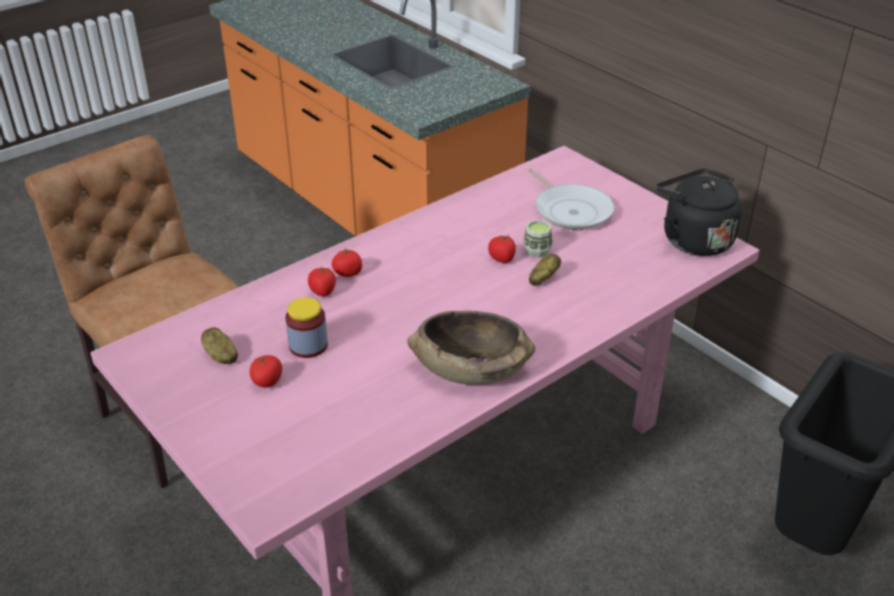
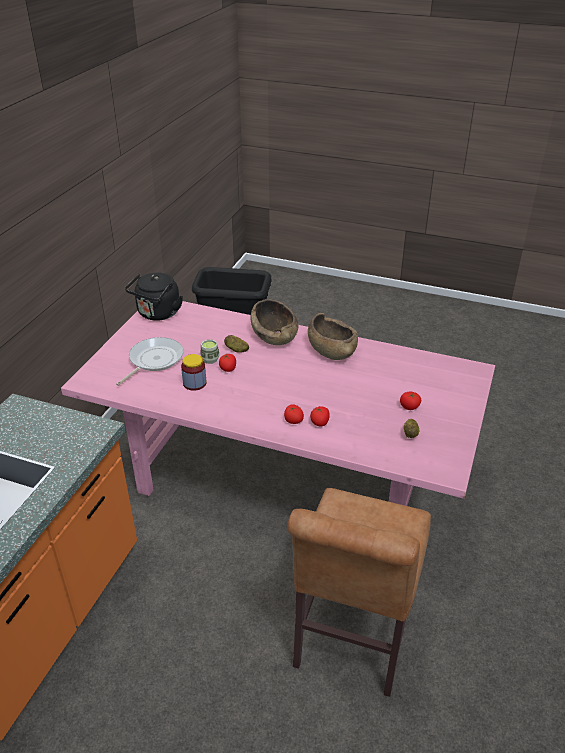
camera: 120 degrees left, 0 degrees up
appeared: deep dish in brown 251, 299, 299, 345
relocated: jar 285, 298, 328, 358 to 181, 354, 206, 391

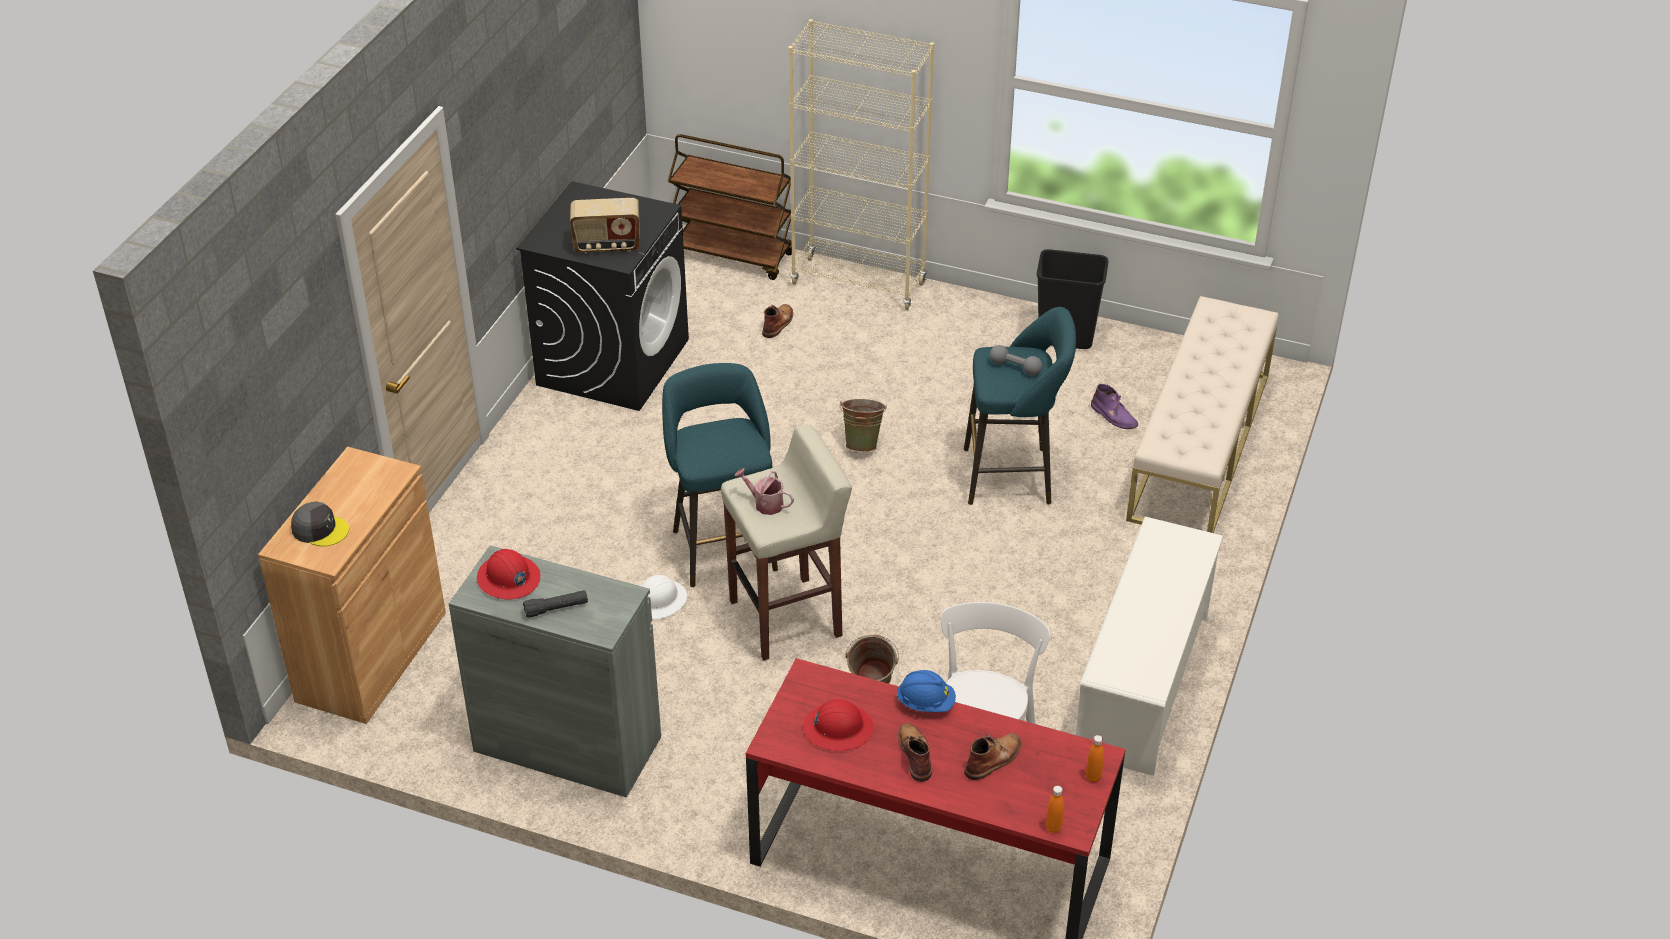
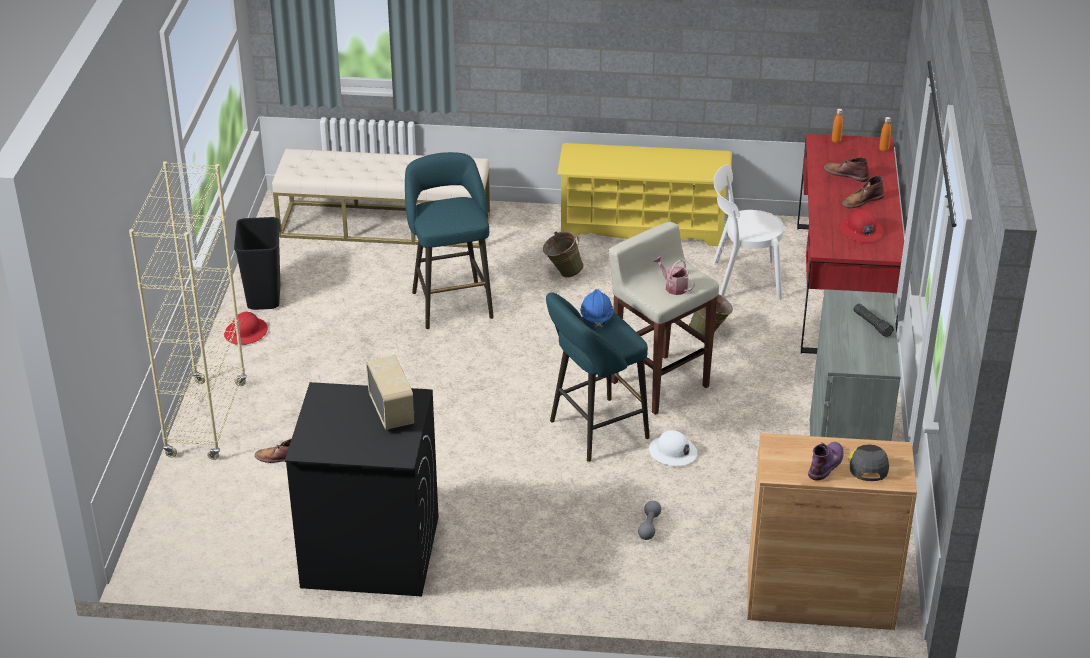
camera: 105 degrees left, 5 degrees down
missing: wheeled cart in brown 668, 134, 792, 280
relocated: work helmet in reddish 477, 549, 540, 599 to 224, 312, 268, 345; bucket in greenish 840, 399, 887, 452 to 543, 232, 584, 278; work helmet in blue 896, 670, 956, 712 to 580, 289, 614, 329; dumbbell in greyish 990, 345, 1042, 375 to 638, 501, 661, 540; high-top boot in purplish 1091, 384, 1138, 429 to 808, 442, 844, 481
colour: shoe stand in whitish 1075, 517, 1224, 776 to shoe stand in yellow 557, 143, 732, 246
spun: watering pot 735, 468, 794, 515 = 653, 256, 695, 295 120 degrees clockwise

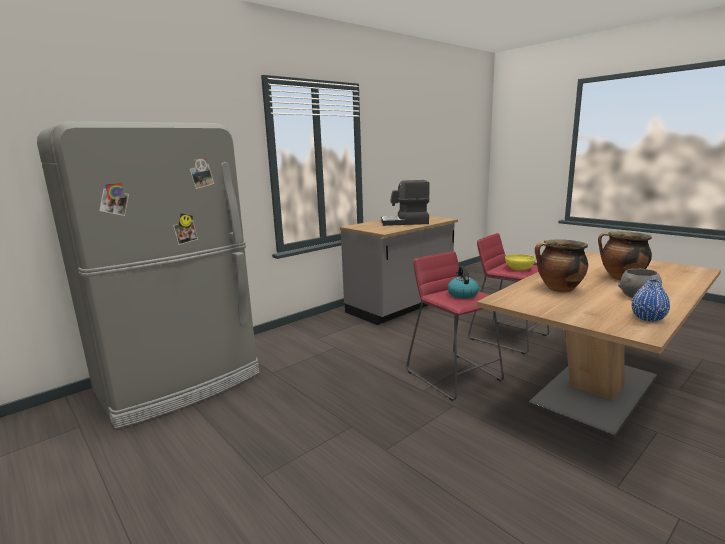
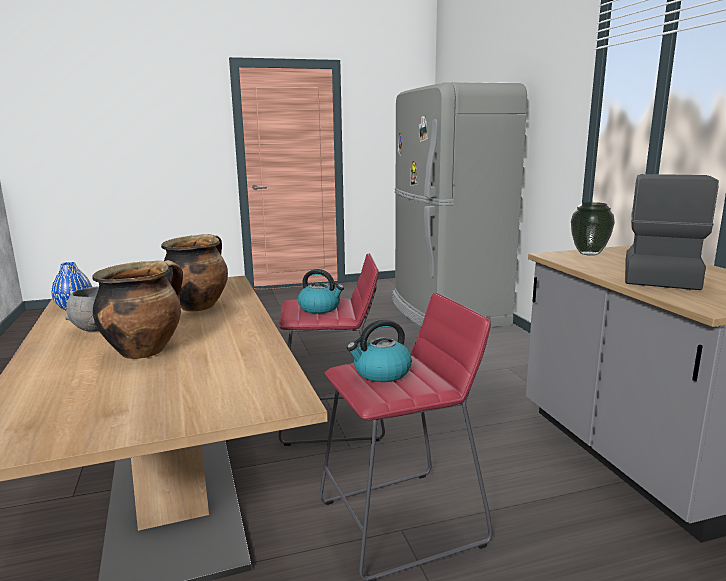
camera: 115 degrees right, 0 degrees up
appeared: flower vase 571, 202, 615, 256
exchanged: deep dish in yellow 505, 254, 536, 270 to water kettle 347, 319, 412, 382

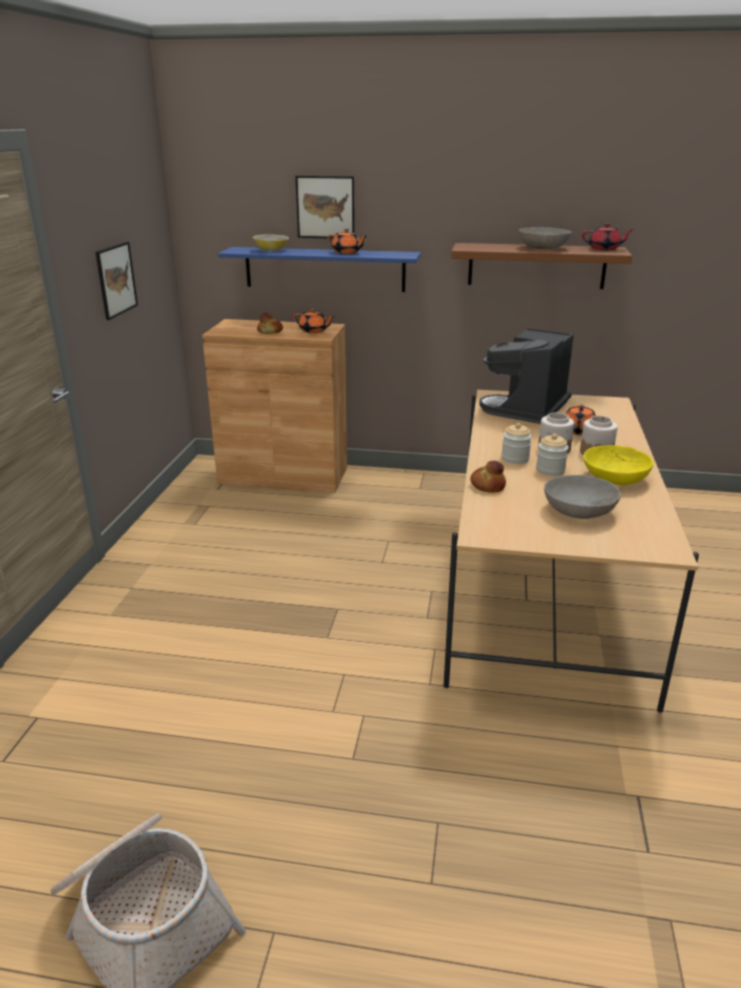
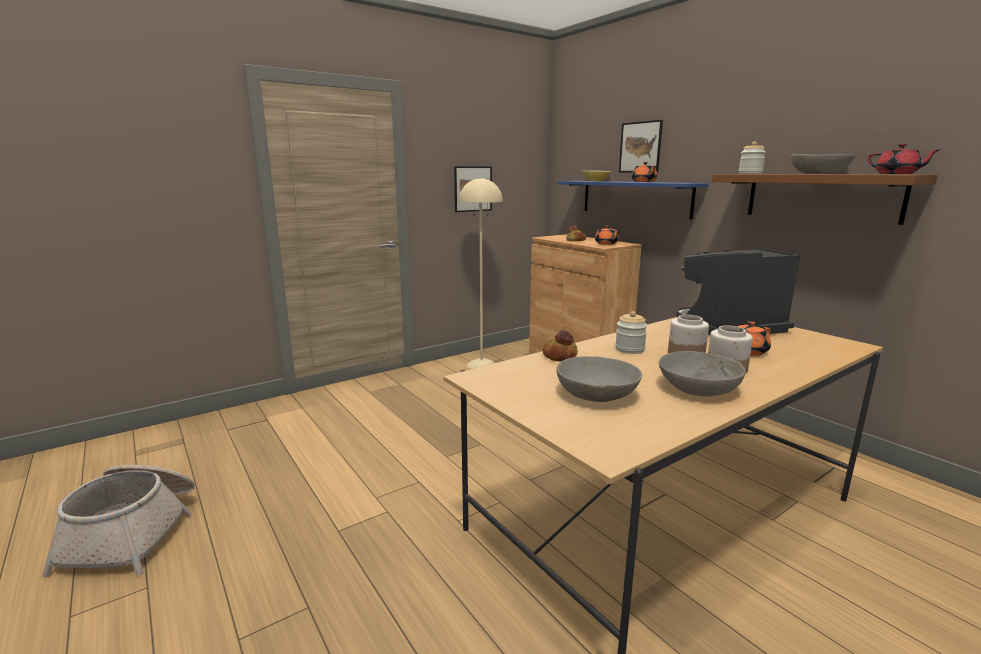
camera: 45 degrees right, 10 degrees down
appeared: floor lamp in beige 459, 177, 503, 369
relocated: jar 536, 434, 568, 476 to 739, 142, 766, 174
colour: deep dish in yellow 583, 445, 654, 485 to deep dish in greyish 659, 351, 746, 396

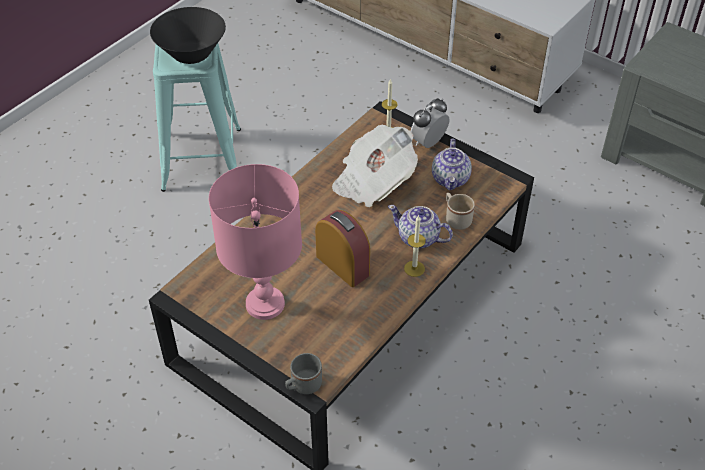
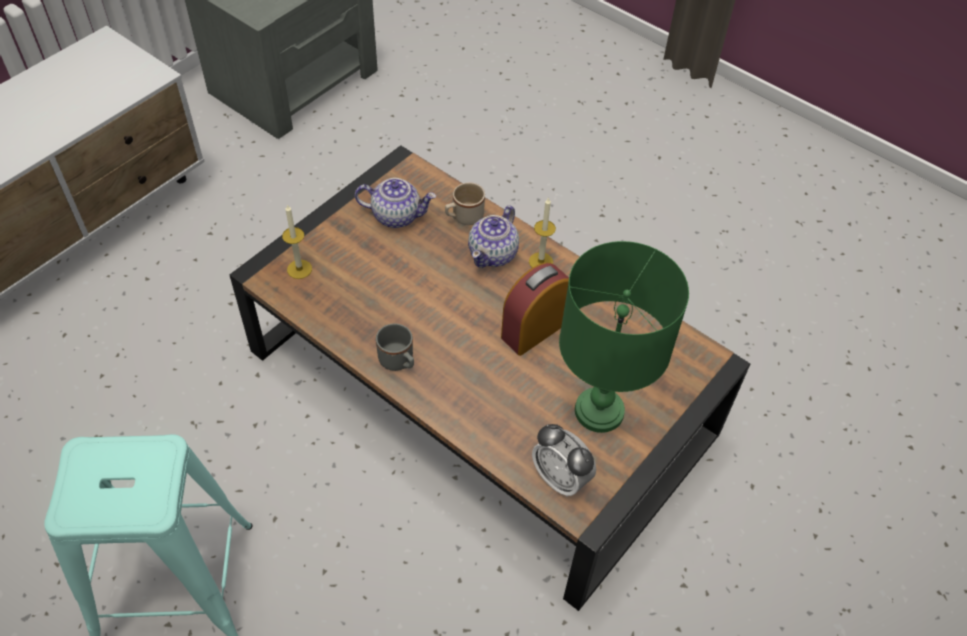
camera: 90 degrees left, 5 degrees up
missing: deep dish in black-coloured 150, 7, 226, 64; printed paper 332, 124, 418, 207
relocated: coffee mug in greyish 285, 353, 322, 394 to 376, 323, 414, 371; alarm clock 411, 98, 450, 148 to 532, 424, 596, 497
colour: lamp for a table in pink-coloured 209, 164, 302, 320 to lamp for a table in greenish 559, 241, 689, 433

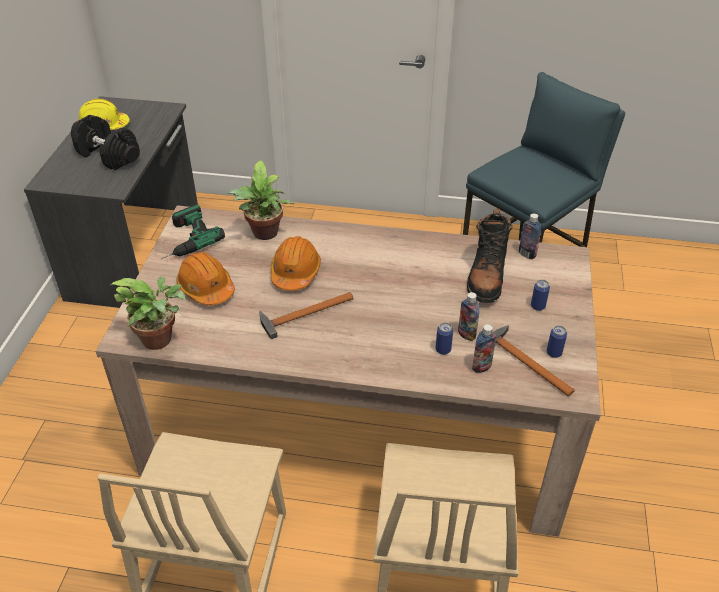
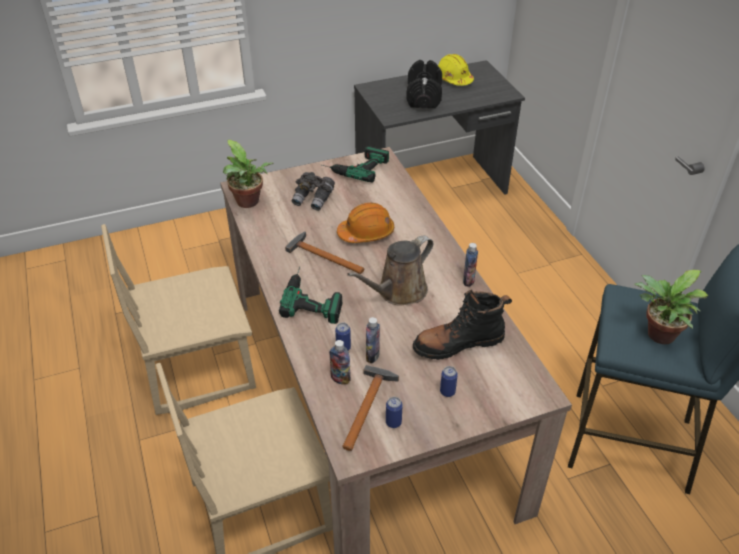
camera: 60 degrees right, 0 degrees up
appeared: power drill 279, 267, 342, 324; watering pot in brown 347, 235, 433, 306
relocated: beverage bottle 519, 213, 541, 259 to 463, 243, 478, 287; houseplant 228, 160, 294, 240 to 633, 270, 708, 344
exchanged: work helmet in orangey 176, 252, 235, 305 to binoculars in greyish 291, 172, 335, 211

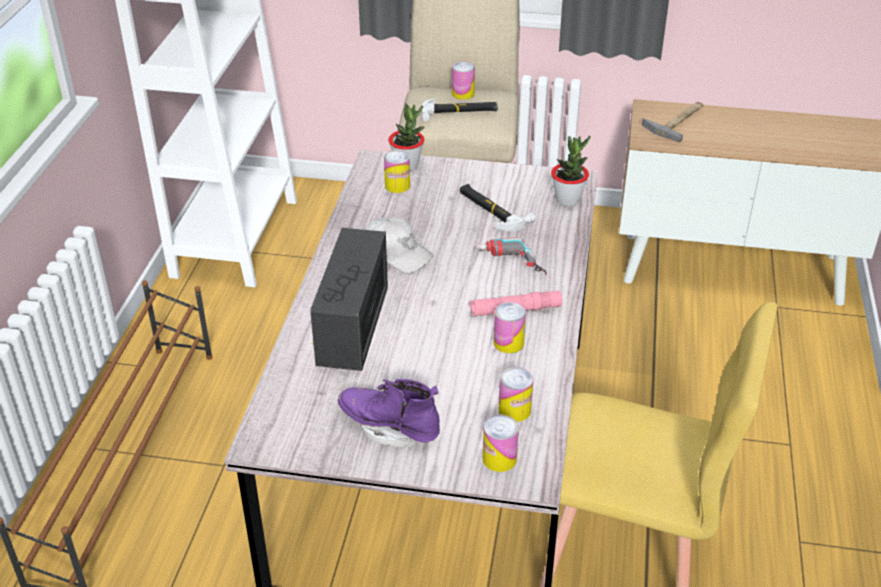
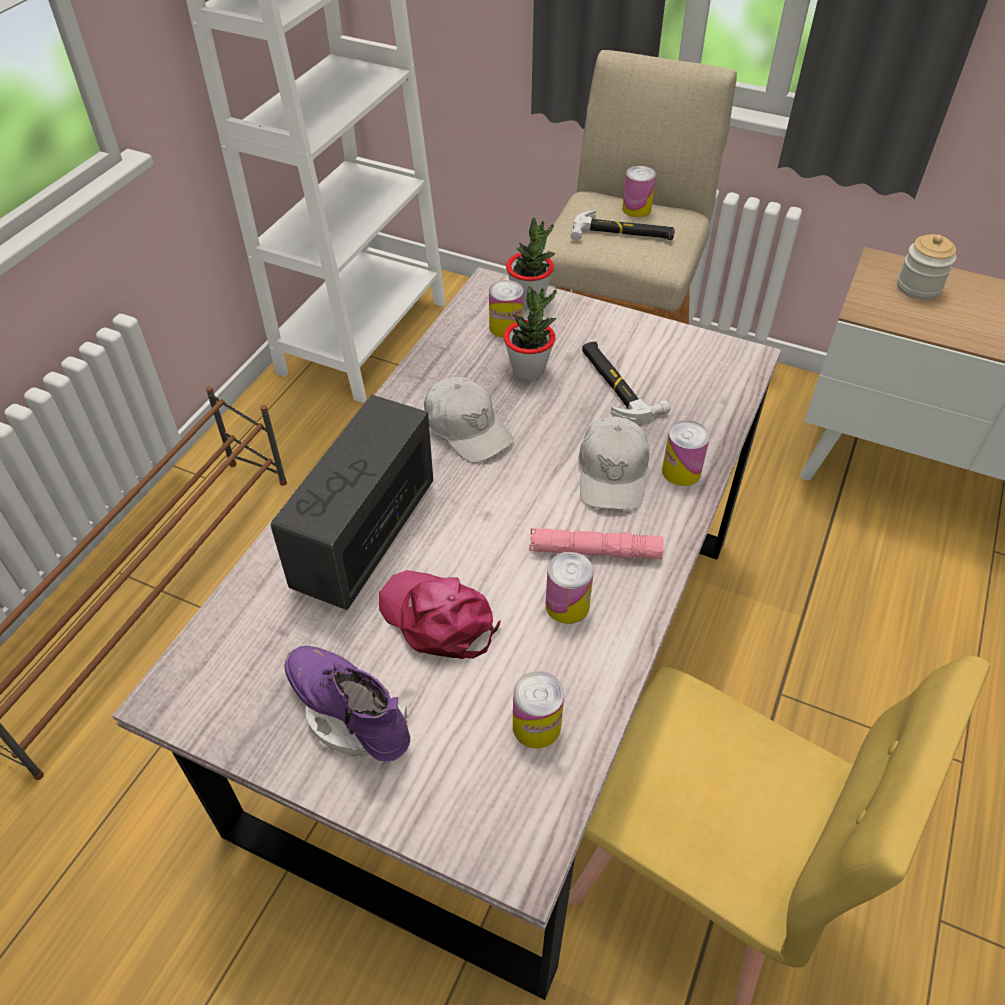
camera: 15 degrees right, 10 degrees up
appeared: baseball cap in pink-coloured 379, 570, 501, 659
relocated: houseplant 551, 136, 591, 206 to 503, 285, 557, 380; sealed can 483, 415, 519, 472 to 662, 421, 710, 486
exchanged: power drill 475, 237, 547, 275 to baseball cap in whitish 578, 417, 649, 510; hand hammer 642, 102, 703, 142 to jar 897, 234, 956, 300

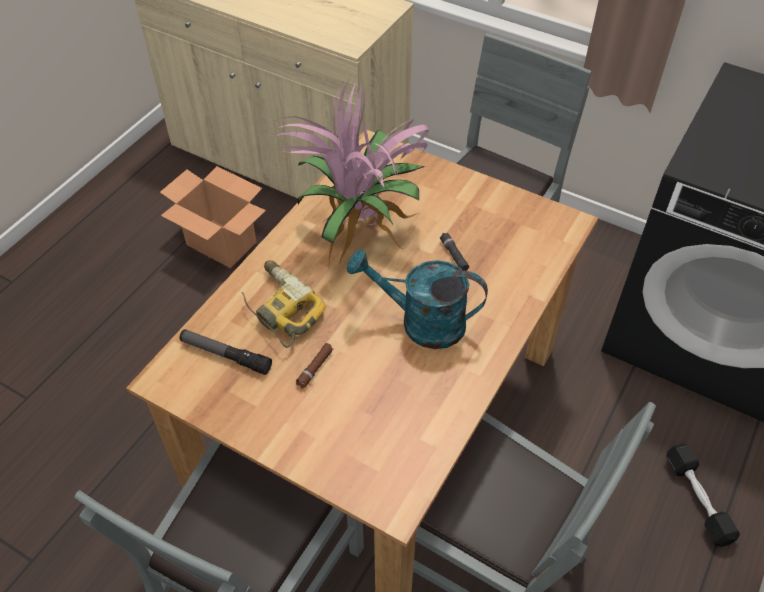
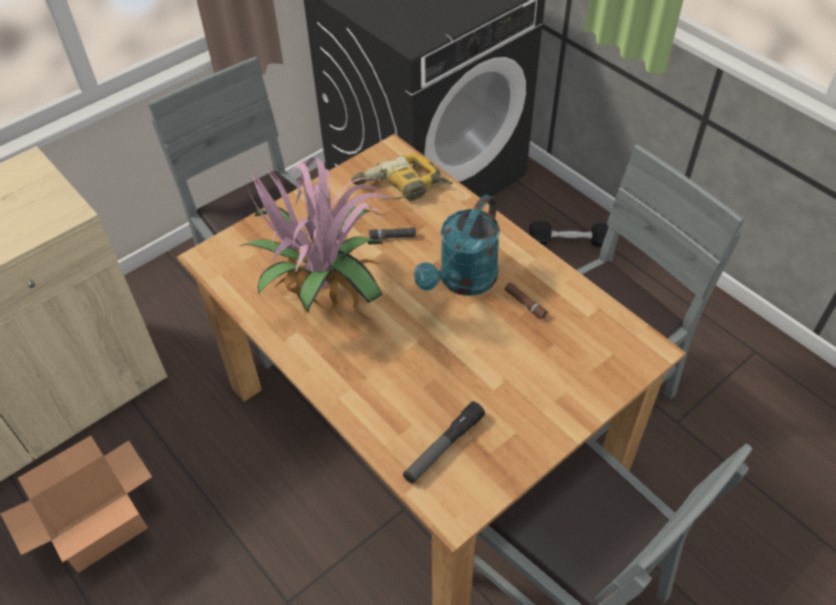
camera: 70 degrees left, 0 degrees up
relocated: power drill 242, 260, 326, 348 to 351, 154, 453, 201; flashlight in brown 296, 343, 334, 389 to 504, 282, 548, 320

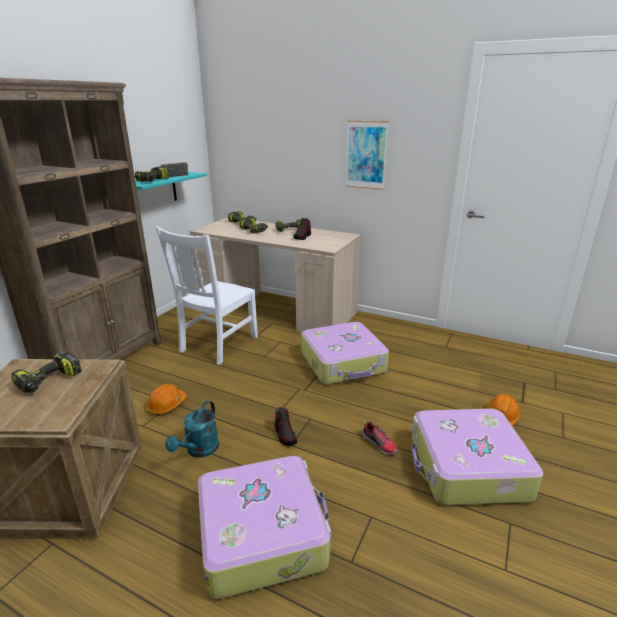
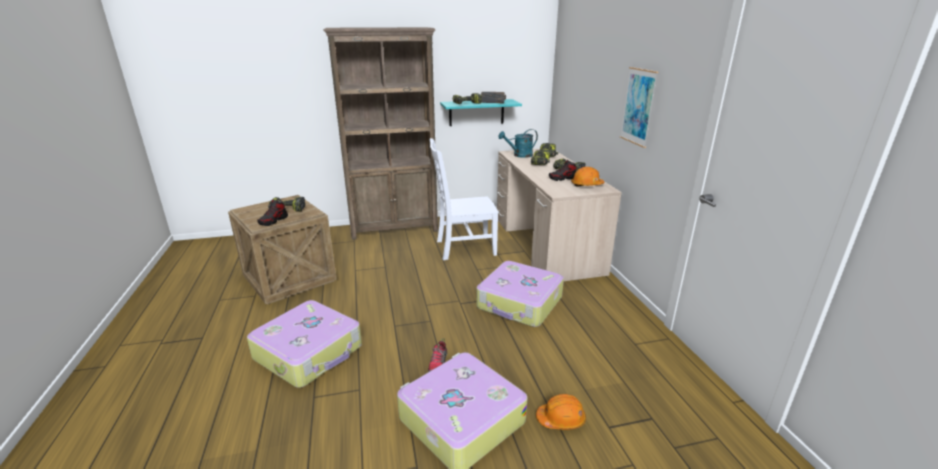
camera: 50 degrees right, 0 degrees up
relocated: shoe 275, 407, 297, 446 to 257, 199, 288, 226; watering pot in turquoise-coloured 165, 401, 219, 458 to 498, 129, 538, 158; work helmet in orangey 147, 384, 187, 415 to 571, 167, 605, 187

